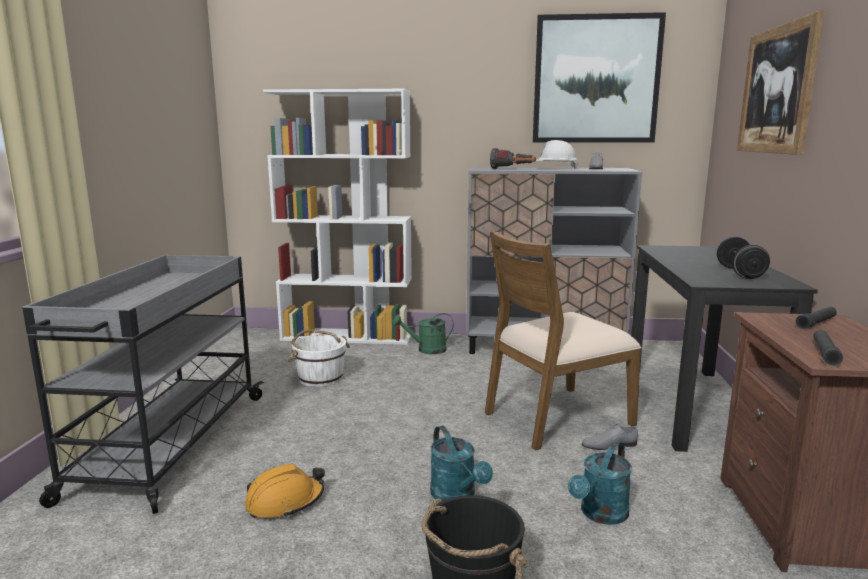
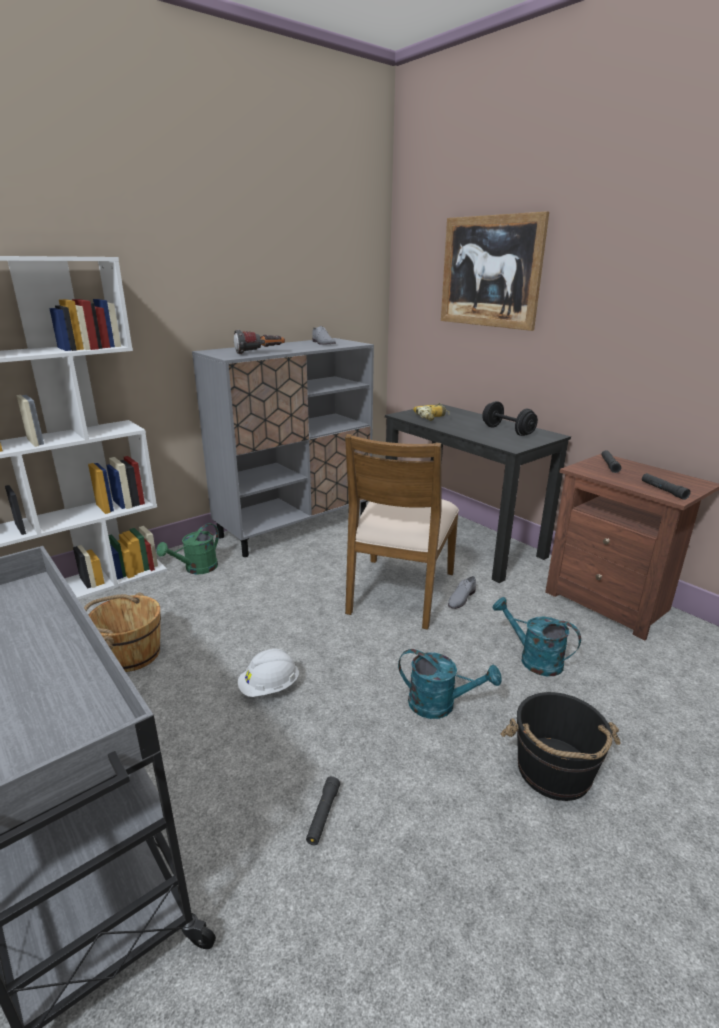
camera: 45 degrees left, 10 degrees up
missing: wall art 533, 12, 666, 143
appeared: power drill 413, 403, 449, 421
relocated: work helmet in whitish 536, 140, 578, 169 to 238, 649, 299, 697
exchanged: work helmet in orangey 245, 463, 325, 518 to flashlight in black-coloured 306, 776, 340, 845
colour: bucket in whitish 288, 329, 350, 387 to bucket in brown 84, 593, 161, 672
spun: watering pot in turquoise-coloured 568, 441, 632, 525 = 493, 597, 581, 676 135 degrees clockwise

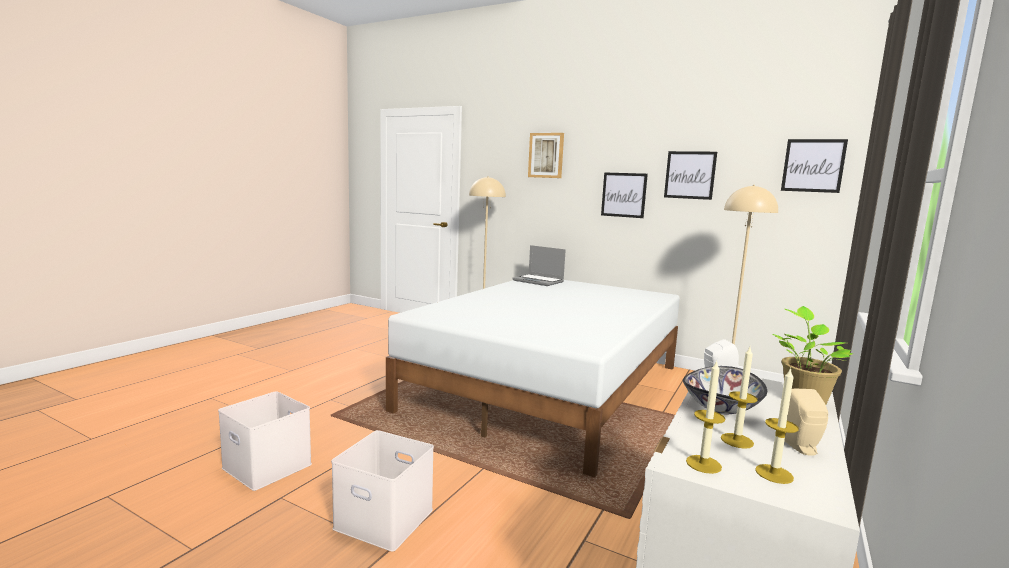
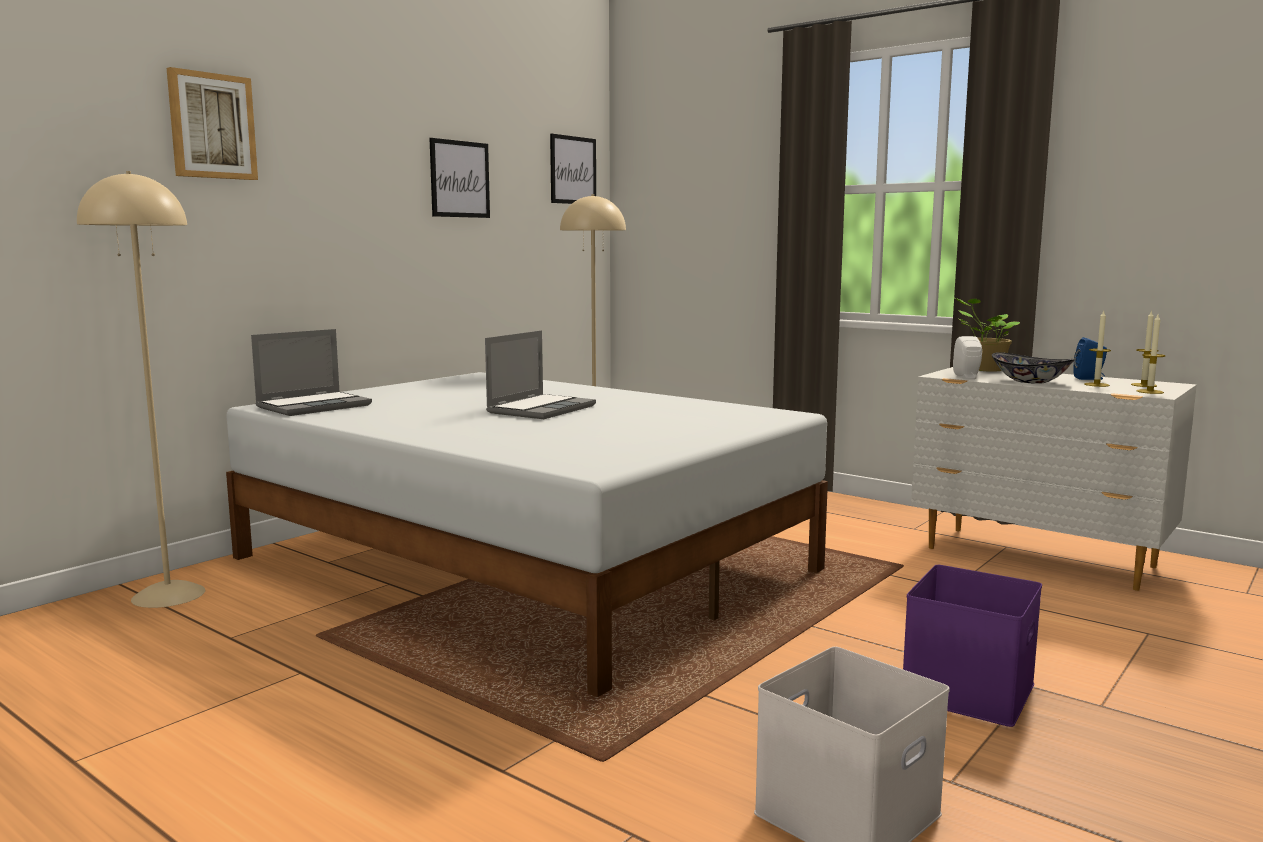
camera: 80 degrees left, 0 degrees up
missing: wall art 601, 172, 648, 218
appeared: laptop 485, 330, 596, 419
colour: storage box in whitish 331, 430, 434, 552 to storage box in purplish 903, 565, 1042, 727; speaker in beige 778, 389, 828, 456 to speaker in blue 1073, 337, 1107, 380

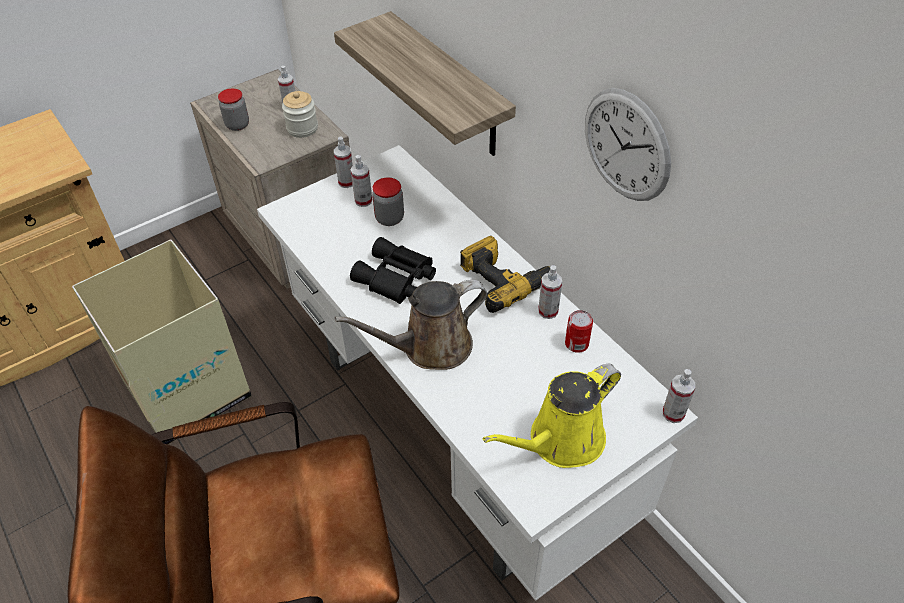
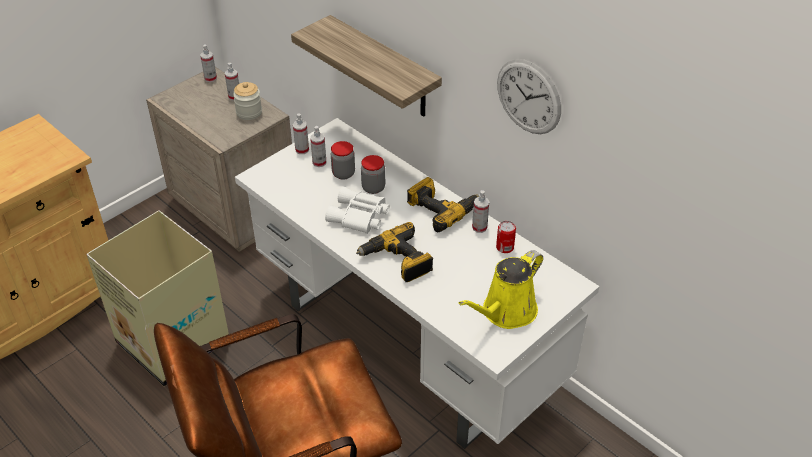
camera: 10 degrees left, 5 degrees down
relocated: hand sprayer 663, 369, 695, 423 to 200, 45, 217, 82; jar 218, 89, 249, 131 to 361, 155, 385, 194
exchanged: watering pot in brown 335, 280, 487, 370 to power drill 356, 222, 433, 282
colour: binoculars in black-coloured 350, 237, 436, 304 to binoculars in whitish 325, 187, 390, 234

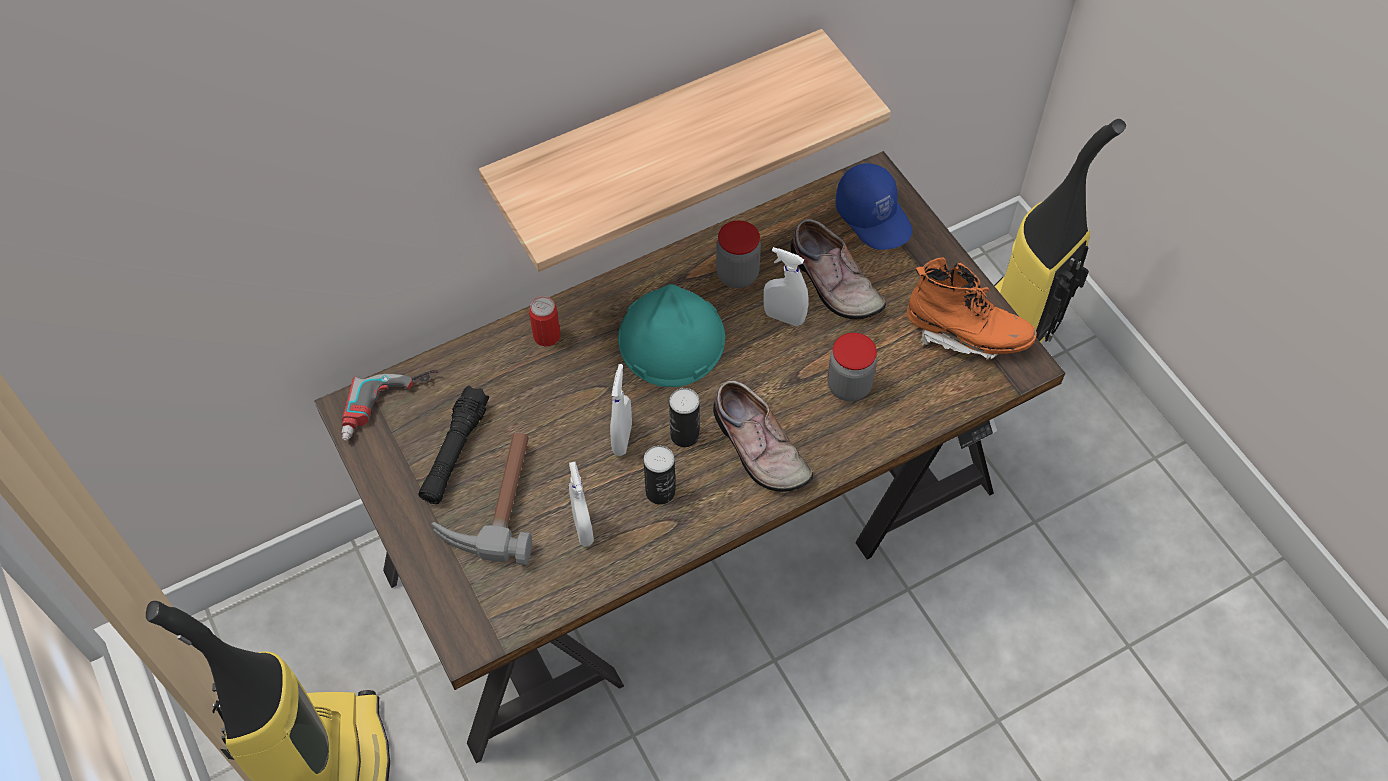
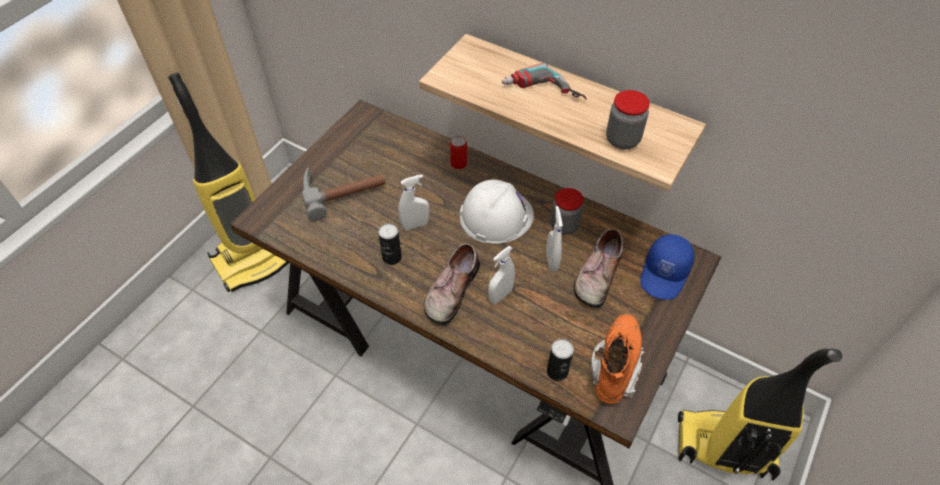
camera: 60 degrees right, 5 degrees down
missing: flashlight in black-coloured 418, 385, 489, 504
relocated: hand sprayer in whitish 569, 462, 594, 547 to 488, 246, 515, 304; power drill 341, 370, 439, 441 to 502, 63, 587, 100; sealed can 669, 388, 700, 447 to 547, 339, 574, 381; jar 827, 333, 877, 402 to 606, 90, 650, 149
colour: work helmet in turquoise-coloured 618, 284, 725, 387 to work helmet in whitish 460, 180, 534, 244
spun: high-top boot in orangey 907, 258, 1037, 360 = 591, 314, 645, 404 150 degrees counterclockwise

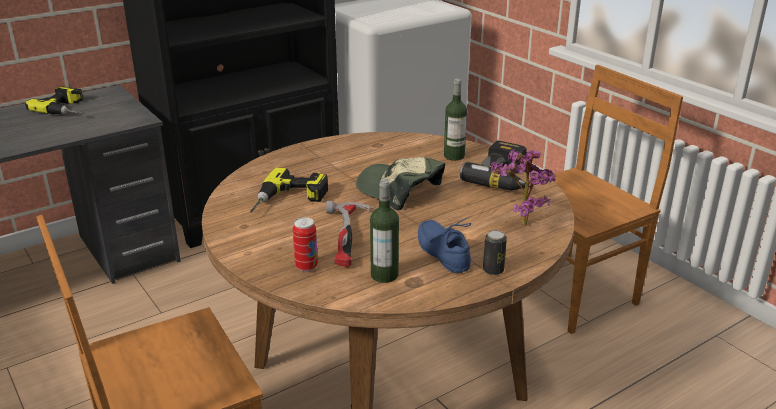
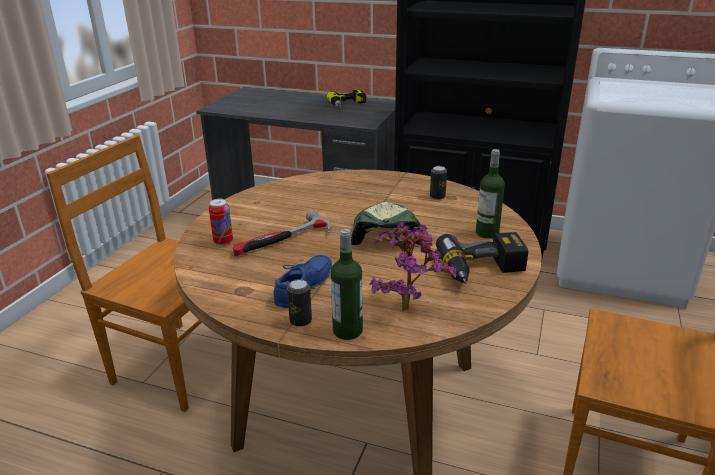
camera: 55 degrees right, 0 degrees up
missing: power drill 250, 167, 328, 213
appeared: sealed can 430, 166, 447, 200
relocated: beverage bottle 370, 179, 399, 283 to 331, 229, 363, 340

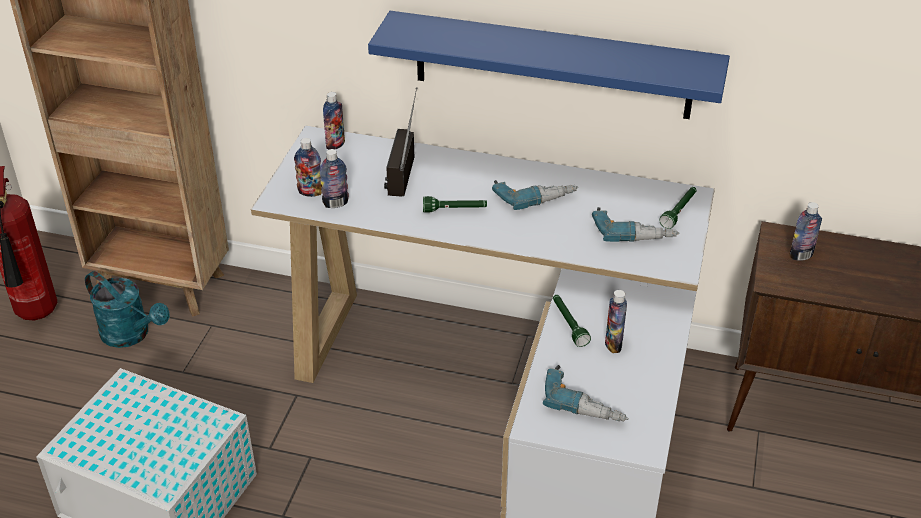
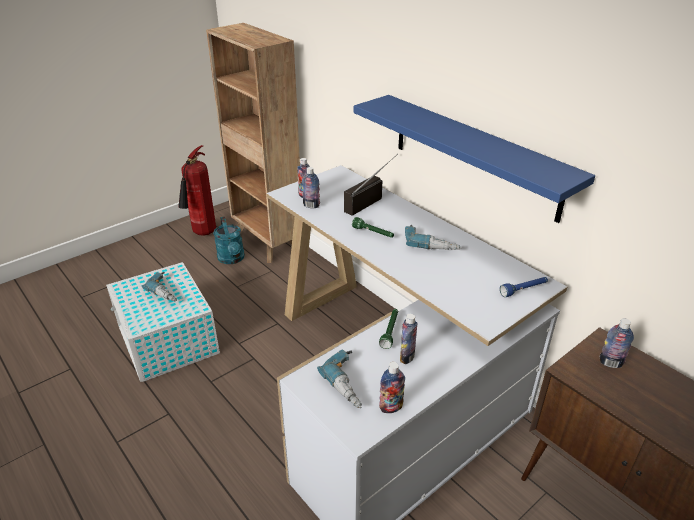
camera: 35 degrees right, 5 degrees down
relocated: power drill 592, 207, 679, 242 to 142, 272, 177, 302; beverage bottle 323, 92, 345, 150 to 379, 362, 405, 413
colour: flashlight in greenish 659, 187, 697, 229 to flashlight in blue 500, 277, 548, 297

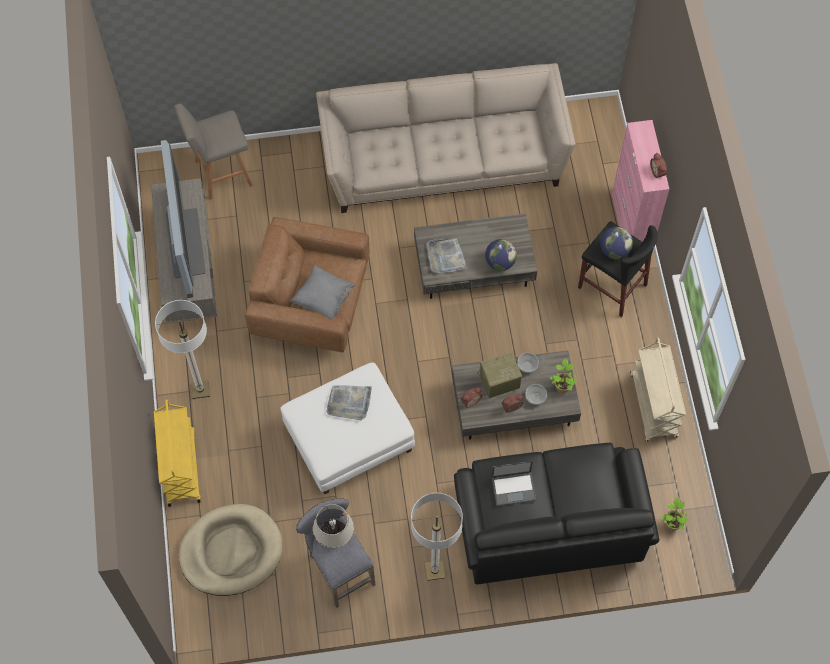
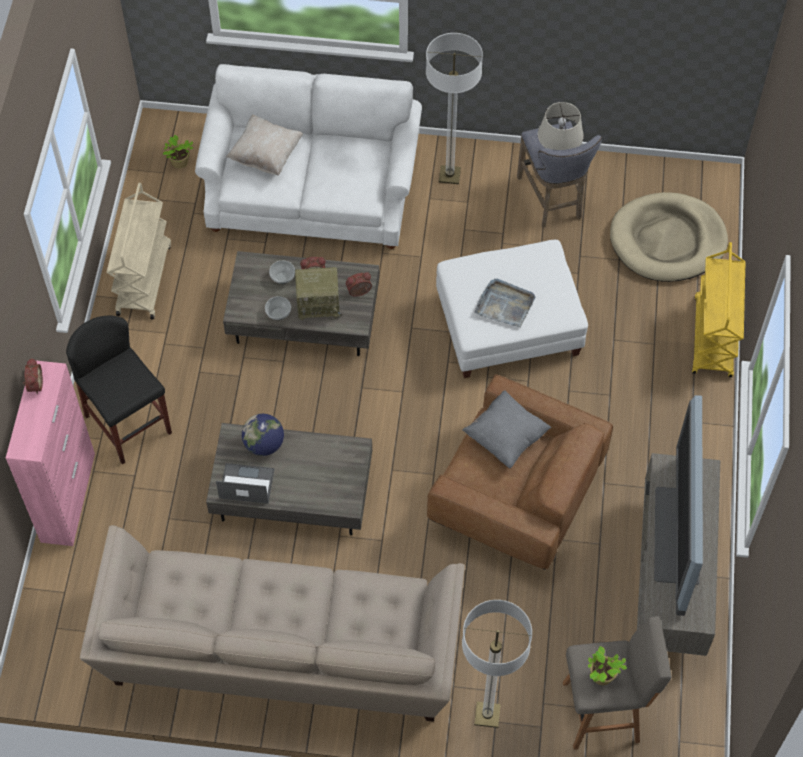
camera: 165 degrees left, 5 degrees down
missing: tray in greyish 426, 238, 467, 273; desk globe 600, 227, 633, 259
appeared: cushion in beige 226, 115, 303, 176
relocated: laptop 492, 461, 536, 506 to 216, 463, 274, 504; floor lamp 155, 300, 210, 399 to 462, 600, 532, 728; houseplant 550, 358, 577, 393 to 588, 646, 627, 685
colour: couch in black-coloured 454, 443, 660, 584 to couch in whitish 195, 64, 422, 249

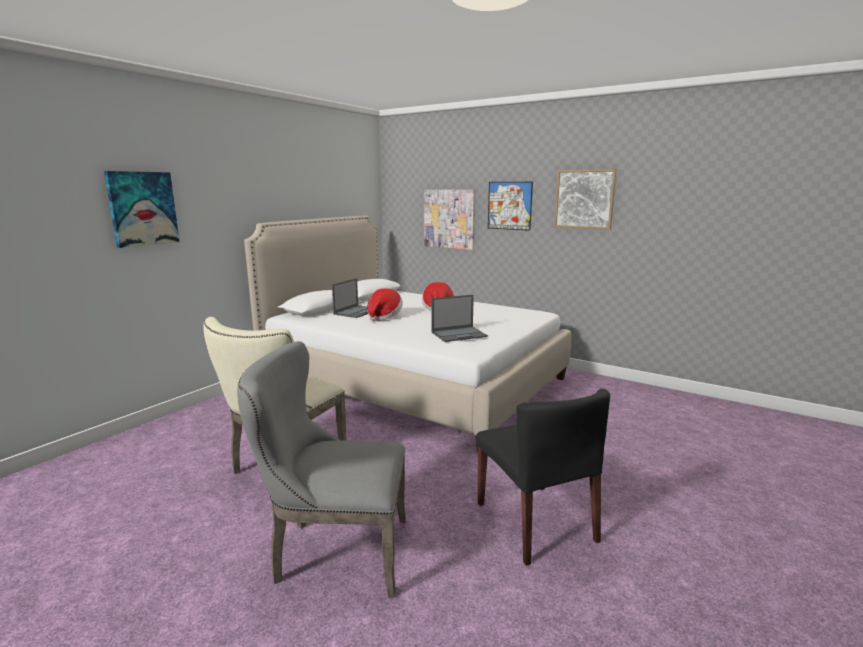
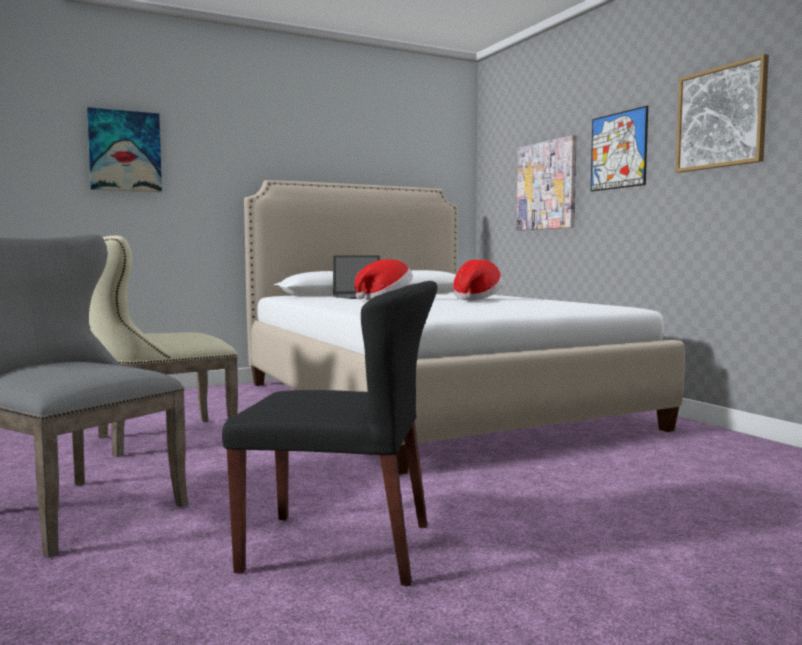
camera: 30 degrees right, 10 degrees down
missing: laptop 431, 295, 488, 342
spun: plain chair in black-coloured 476, 388, 610, 566 = 222, 281, 437, 586 90 degrees counterclockwise

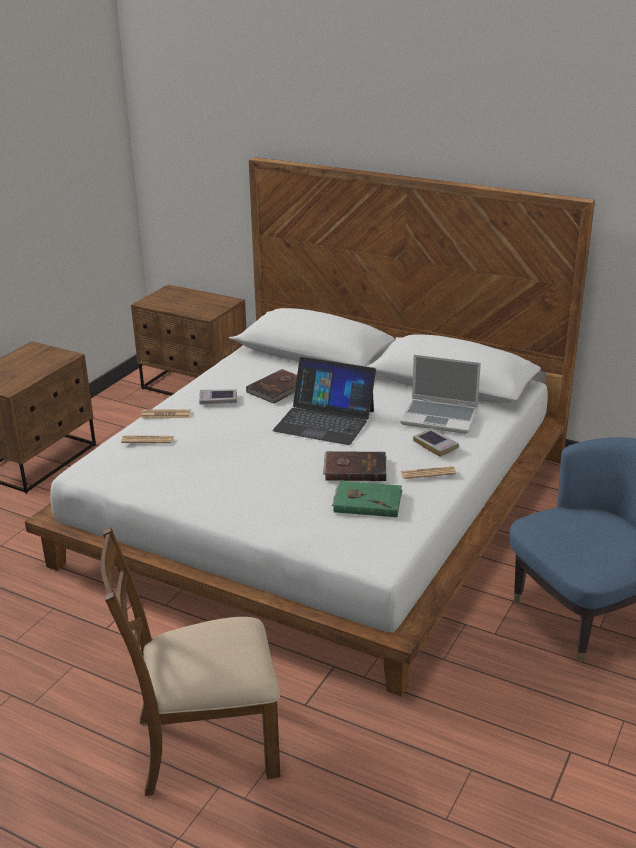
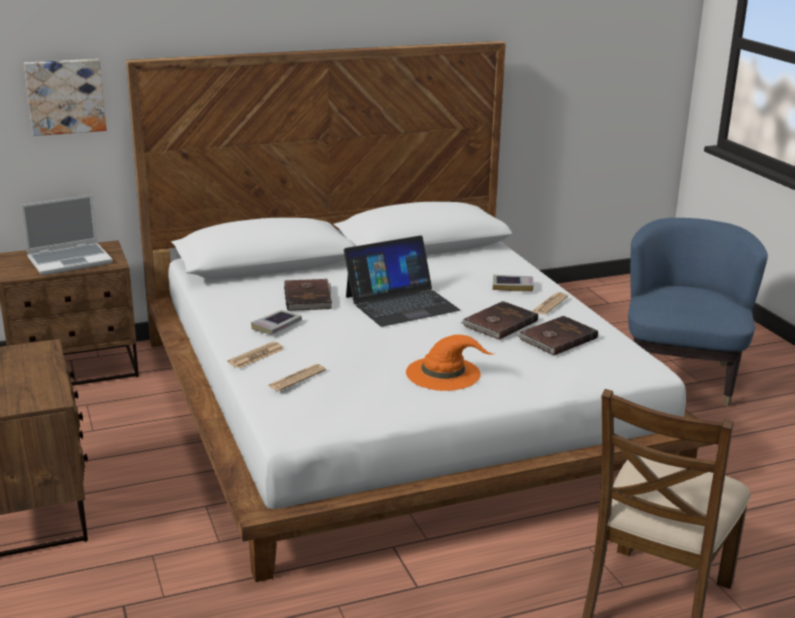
camera: 50 degrees left, 5 degrees down
appeared: wall art 24, 59, 107, 136; hat in orangey 406, 335, 493, 391
relocated: laptop 400, 354, 481, 434 to 21, 195, 113, 276
colour: bound book in greenish 332, 481, 403, 517 to bound book in brown 516, 316, 598, 355

